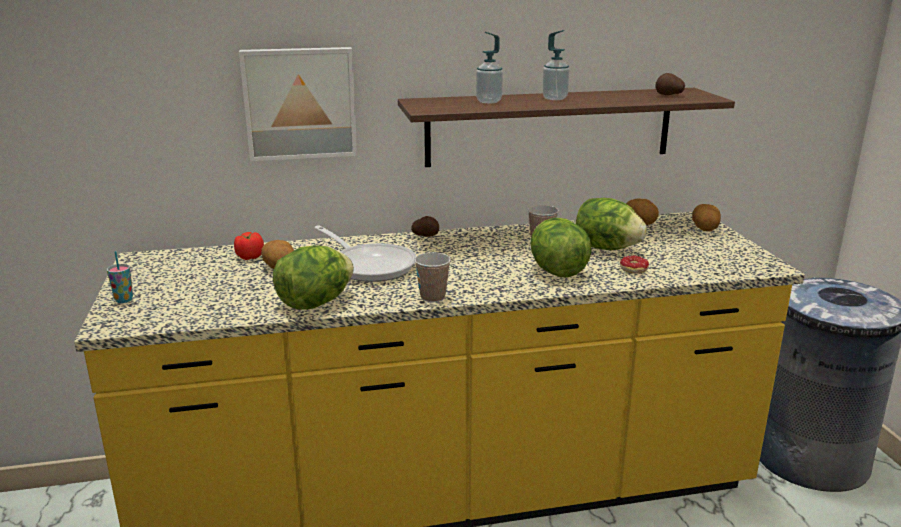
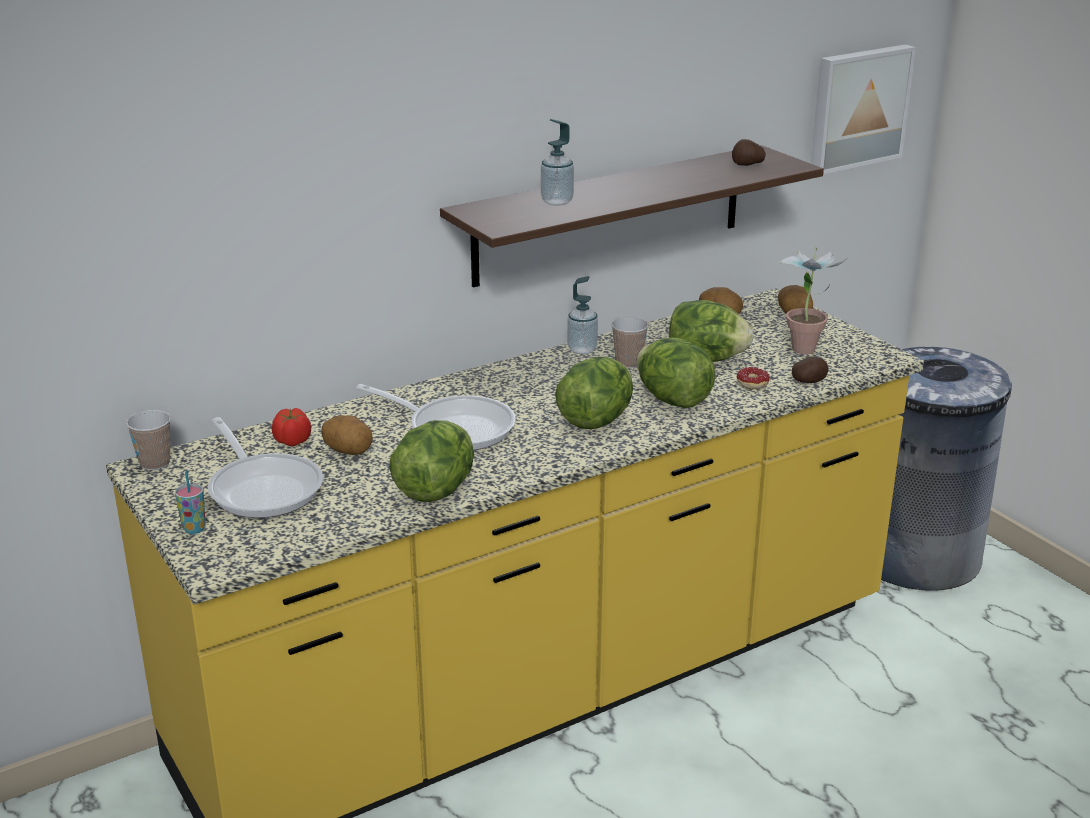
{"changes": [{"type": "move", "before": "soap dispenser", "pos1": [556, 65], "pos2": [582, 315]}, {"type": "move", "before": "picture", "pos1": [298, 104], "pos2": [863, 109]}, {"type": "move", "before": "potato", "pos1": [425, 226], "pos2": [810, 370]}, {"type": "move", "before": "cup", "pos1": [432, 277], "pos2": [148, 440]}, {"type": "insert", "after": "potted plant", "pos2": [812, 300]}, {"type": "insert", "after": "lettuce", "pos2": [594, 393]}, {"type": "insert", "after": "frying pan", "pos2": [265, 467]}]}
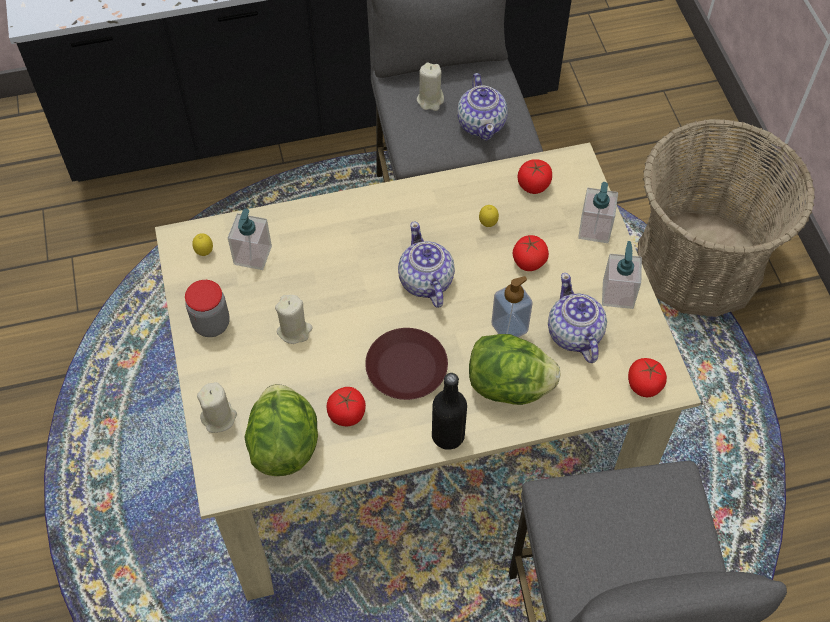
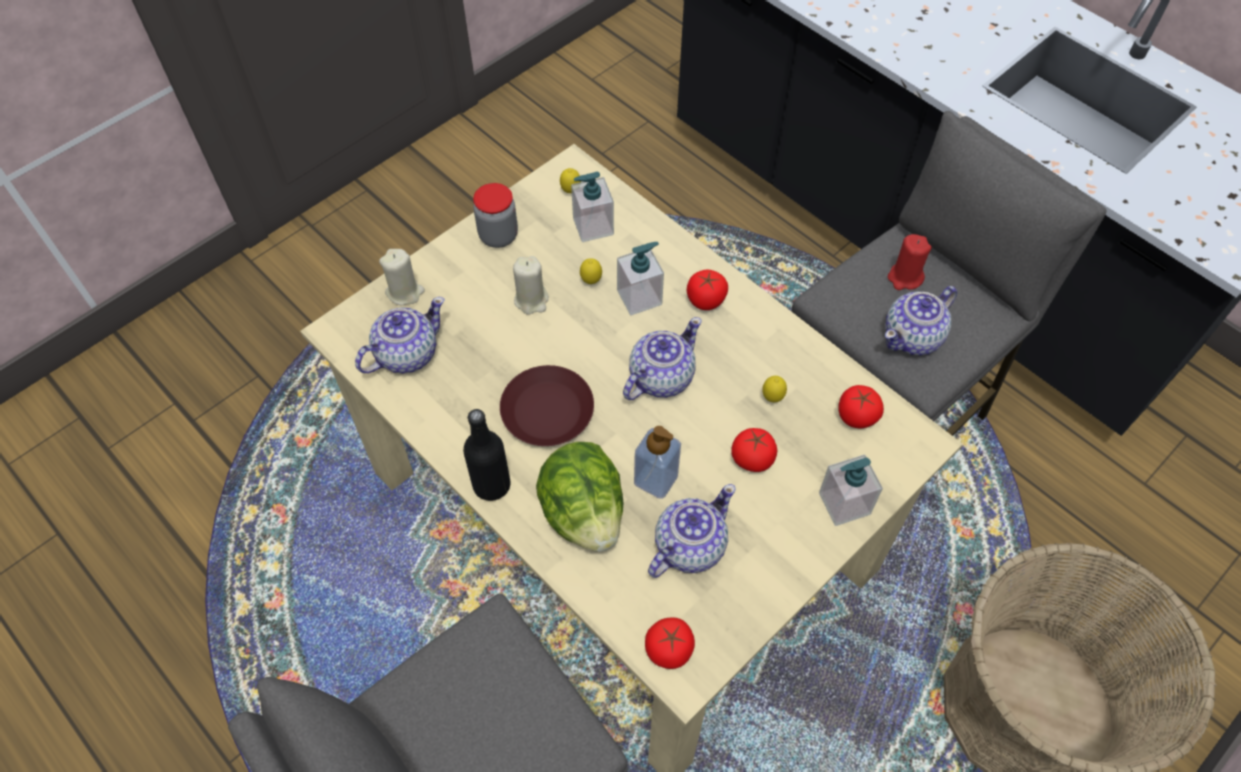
{"changes": [{"type": "recolor", "before": "beige candle", "after": "red candle", "pos1": [430, 87], "pos2": [910, 262]}, {"type": "move", "before": "soap dispenser", "pos1": [622, 275], "pos2": [640, 278]}, {"type": "replace", "before": "lettuce", "after": "teapot", "pos1": [281, 430], "pos2": [399, 335]}, {"type": "move", "before": "tomato", "pos1": [346, 406], "pos2": [707, 289]}, {"type": "insert", "after": "lemon", "pos2": [591, 271]}]}
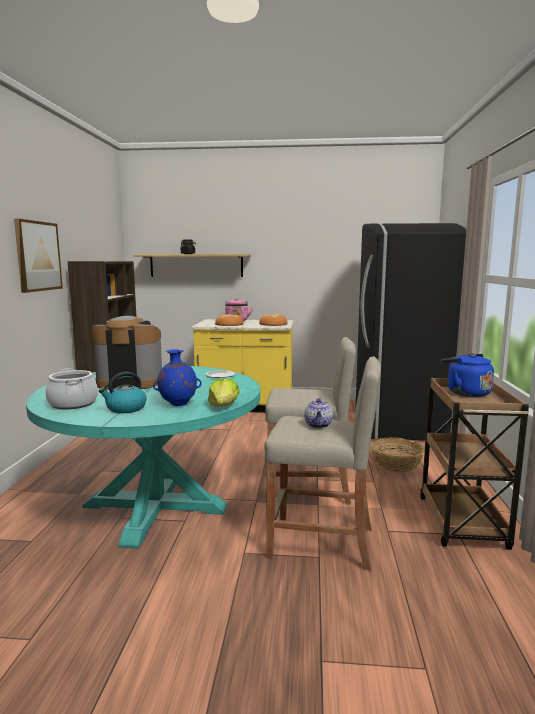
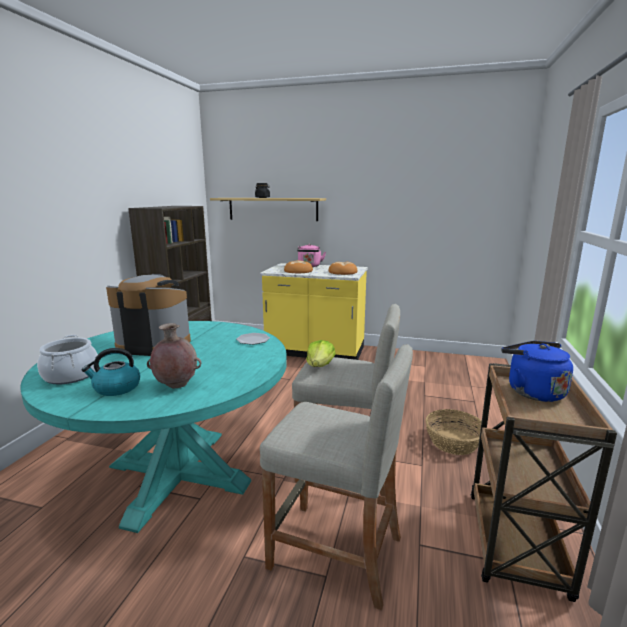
{"changes": [{"type": "delete", "before": "picture", "pos1": [38, 256]}, {"type": "delete", "before": "black fridge", "pos1": [410, 332]}, {"type": "recolor", "before": "blue vase", "after": "brown vase", "pos1": [177, 377], "pos2": [174, 355]}, {"type": "move", "before": "lettuce", "pos1": [223, 392], "pos2": [321, 353]}, {"type": "delete", "before": "teapot", "pos1": [318, 413]}]}
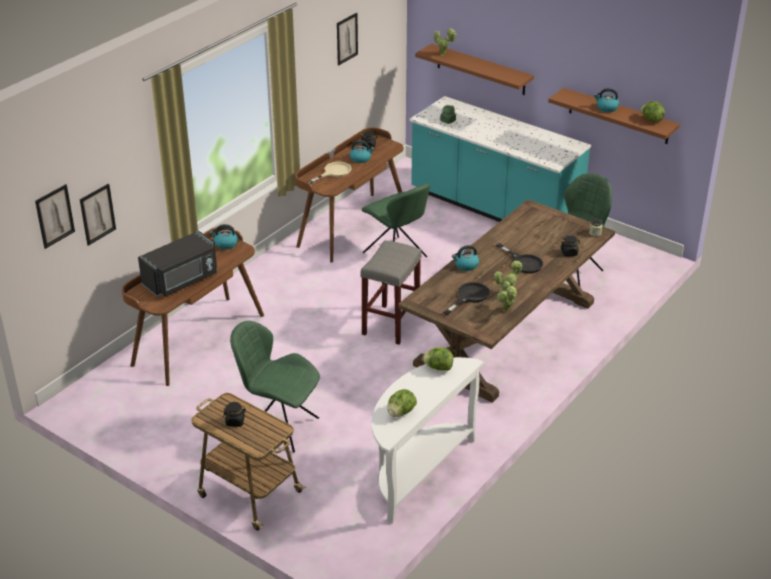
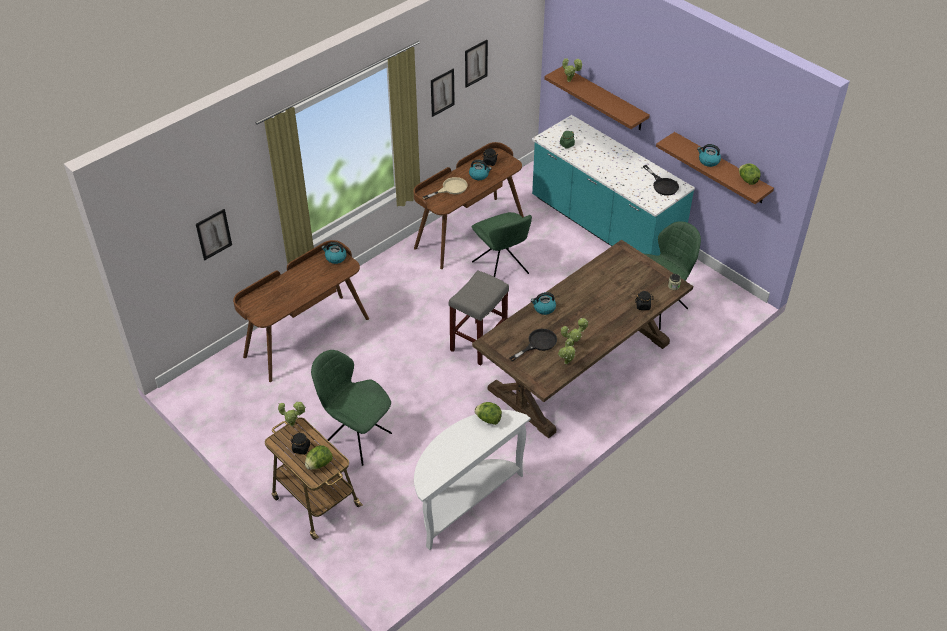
{"changes": [{"type": "move", "before": "picture", "pos1": [55, 216], "pos2": [443, 93]}, {"type": "delete", "before": "black microwave", "pos1": [177, 264]}, {"type": "move", "before": "black frying pan", "pos1": [519, 258], "pos2": [661, 180]}, {"type": "move", "before": "lettuce", "pos1": [402, 403], "pos2": [319, 457]}, {"type": "insert", "after": "potted plant", "pos2": [292, 413]}]}
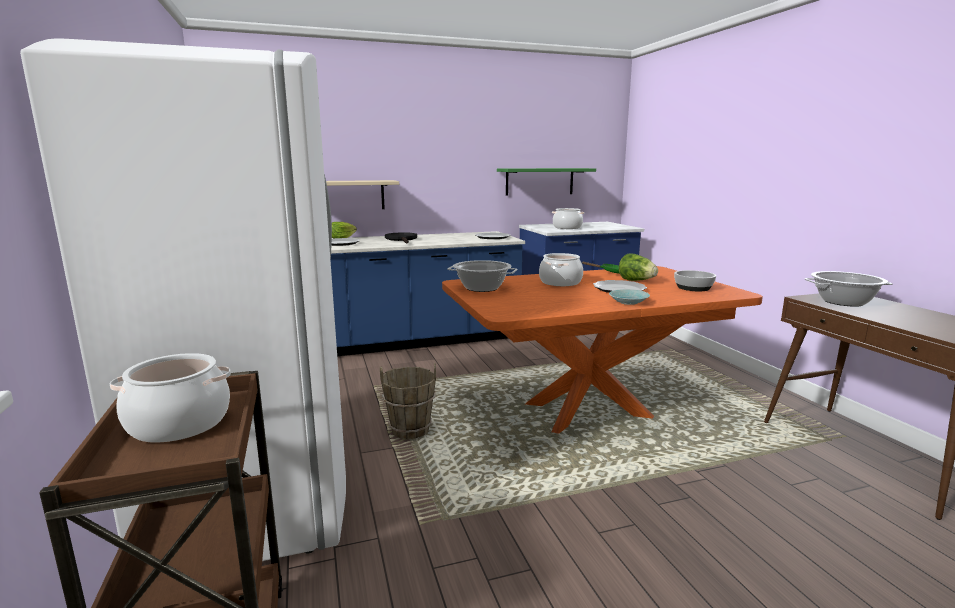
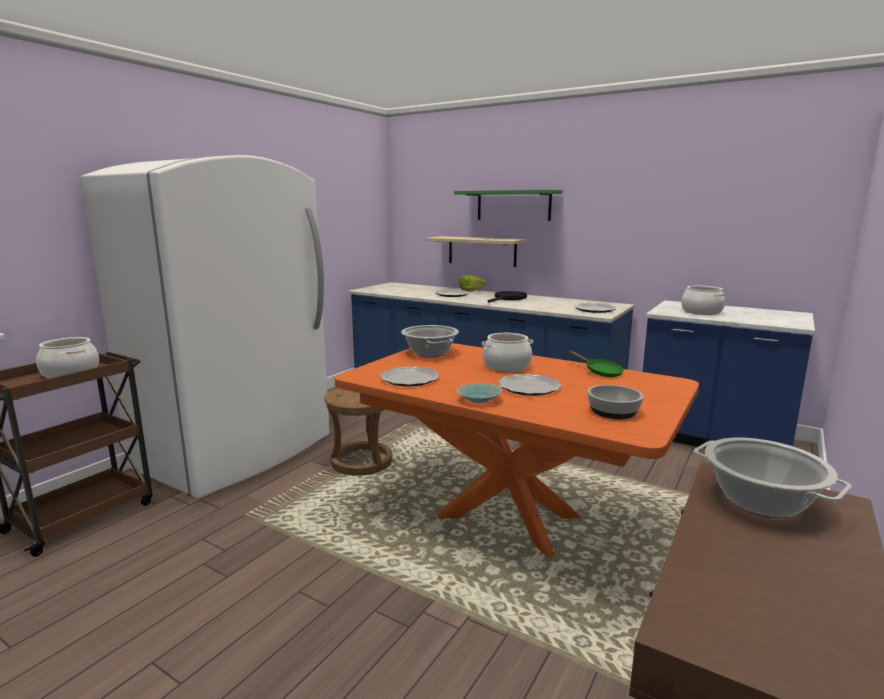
{"changes": [{"type": "move", "before": "green shelf", "pos1": [546, 182], "pos2": [508, 205]}, {"type": "delete", "before": "lettuce", "pos1": [638, 267]}, {"type": "replace", "before": "brown bucket", "after": "brown stool", "pos1": [408, 401], "pos2": [358, 432]}, {"type": "insert", "after": "plate", "pos2": [410, 376]}]}
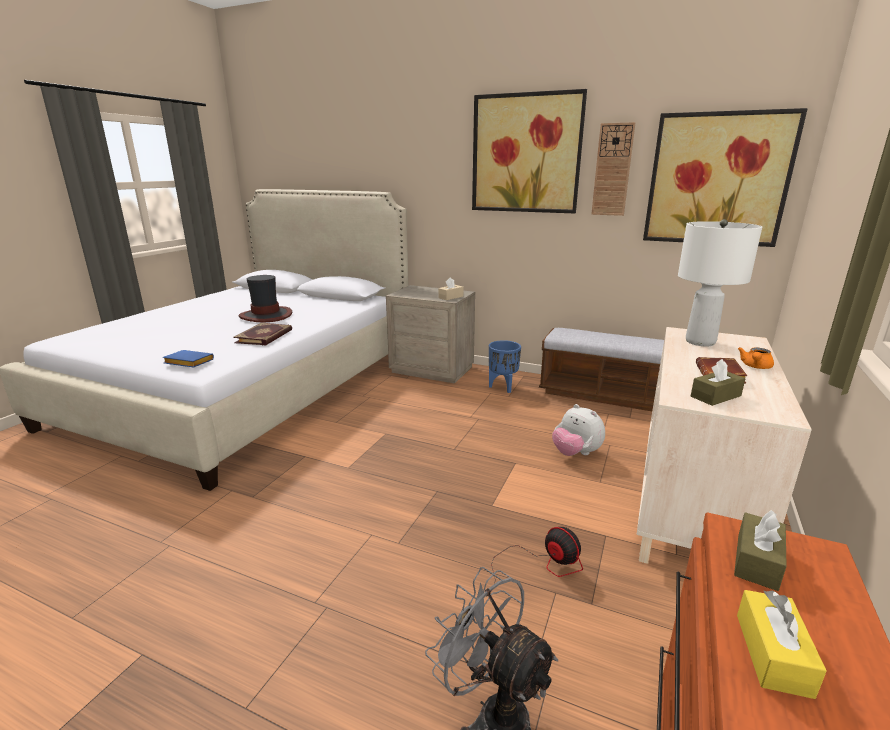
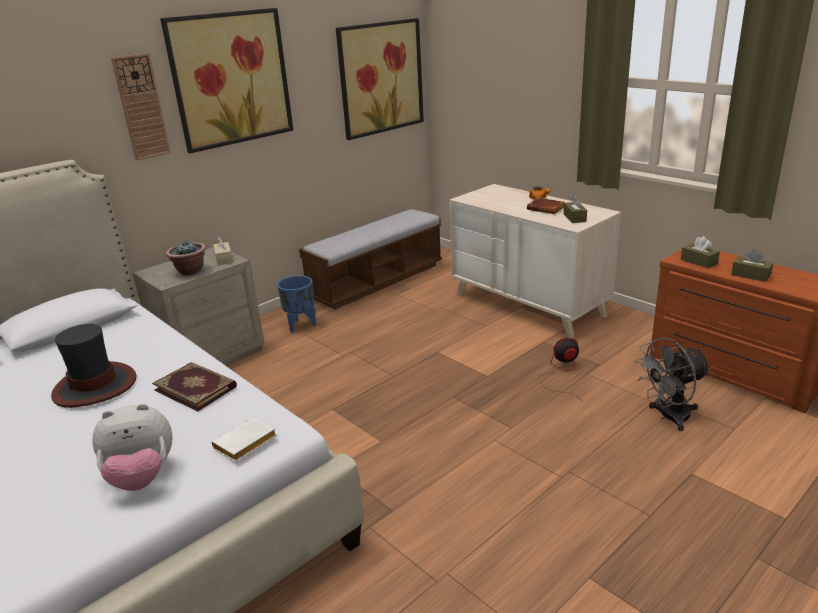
{"changes": [{"type": "move", "before": "wall clock", "pos1": [613, 169], "pos2": [141, 106]}, {"type": "delete", "before": "white table lamp", "pos1": [720, 282]}, {"type": "recolor", "before": "blue book", "after": "white book", "pos1": [188, 359], "pos2": [244, 439]}, {"type": "move", "before": "plush toy", "pos1": [578, 430], "pos2": [132, 447]}, {"type": "recolor", "before": "yellow tissue box", "after": "brown tissue box", "pos1": [782, 644], "pos2": [752, 266]}, {"type": "insert", "after": "potted plant", "pos2": [186, 258]}]}
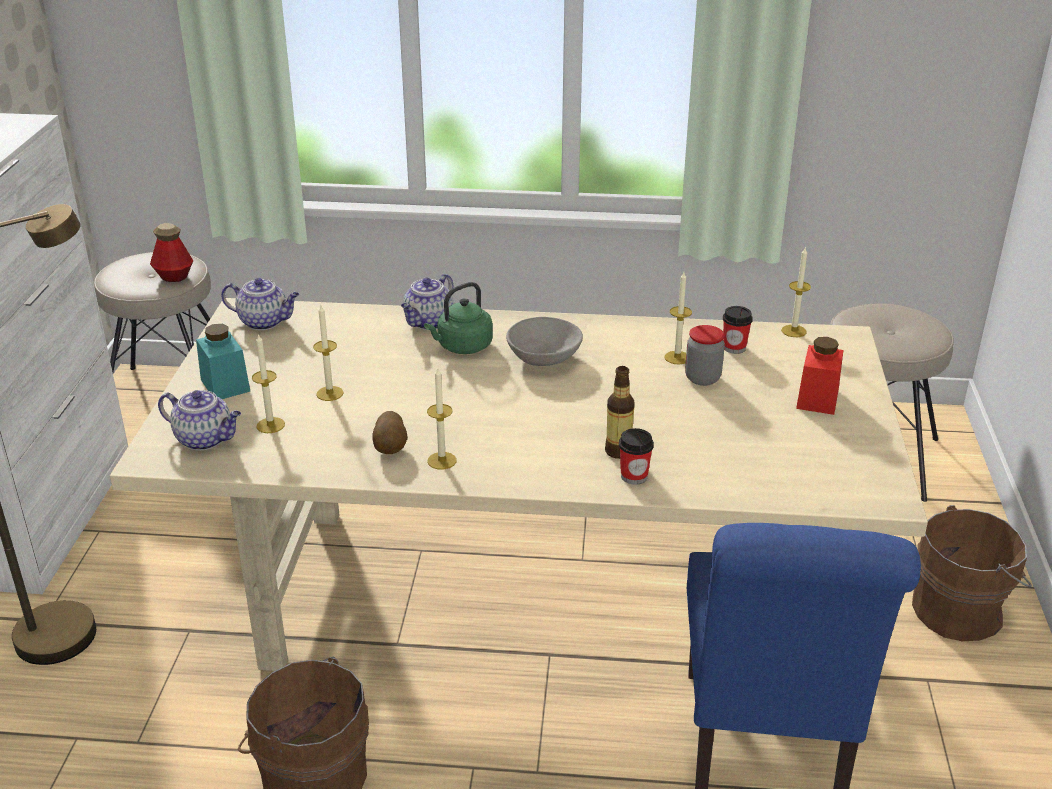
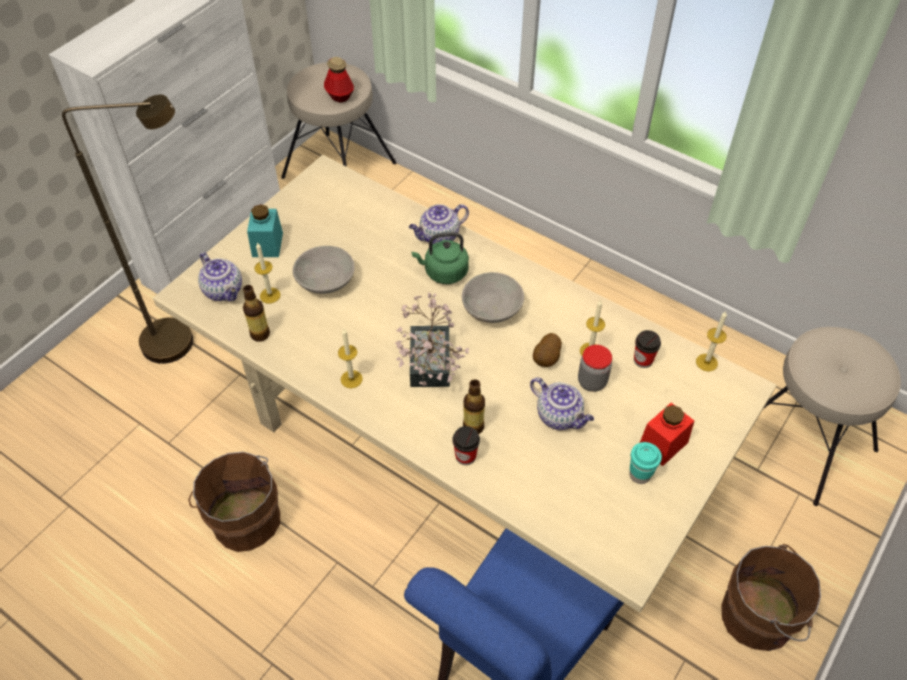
{"changes": [{"type": "move", "before": "teapot", "pos1": [260, 304], "pos2": [562, 404]}, {"type": "replace", "before": "candle", "after": "grey bowl", "pos1": [328, 353], "pos2": [324, 270]}, {"type": "move", "before": "potato", "pos1": [389, 432], "pos2": [547, 350]}, {"type": "insert", "after": "bottle", "pos2": [256, 313]}, {"type": "insert", "after": "potted plant", "pos2": [432, 340]}, {"type": "insert", "after": "turquoise cup", "pos2": [645, 463]}]}
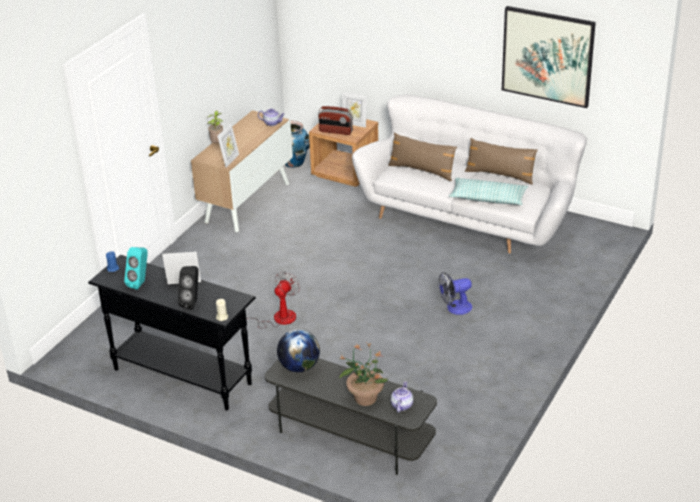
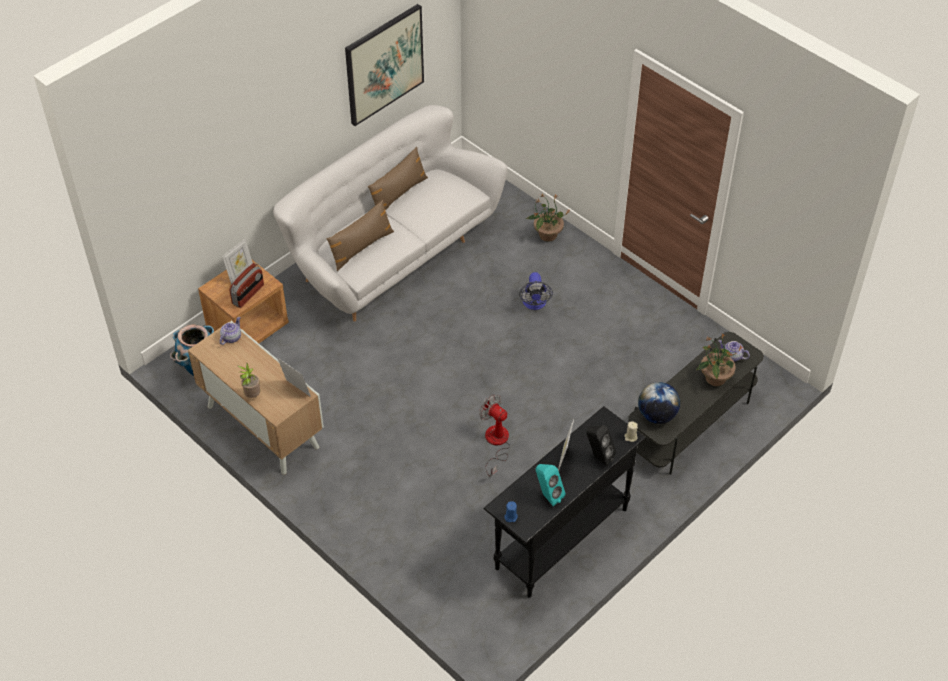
{"changes": [{"type": "delete", "before": "pillow", "pos1": [488, 191]}, {"type": "insert", "after": "potted plant", "pos2": [547, 217]}]}
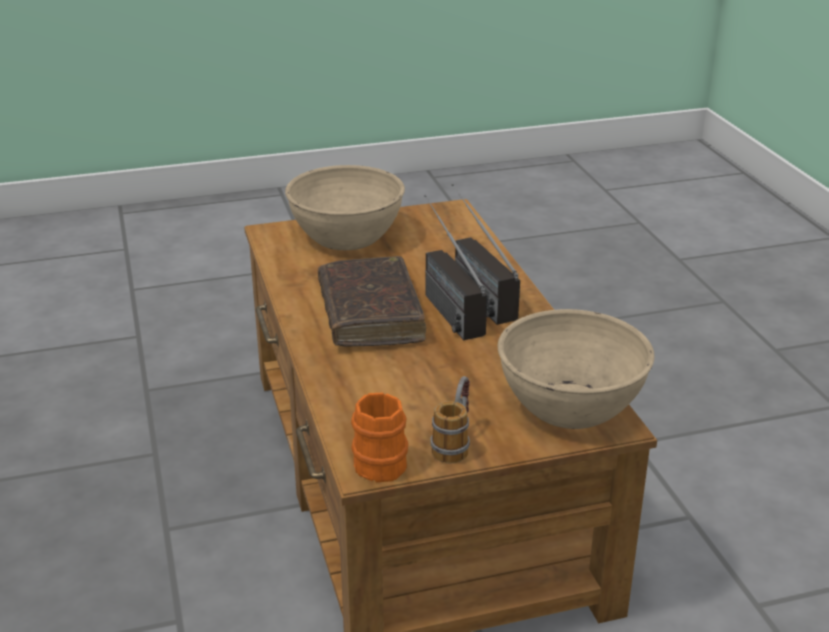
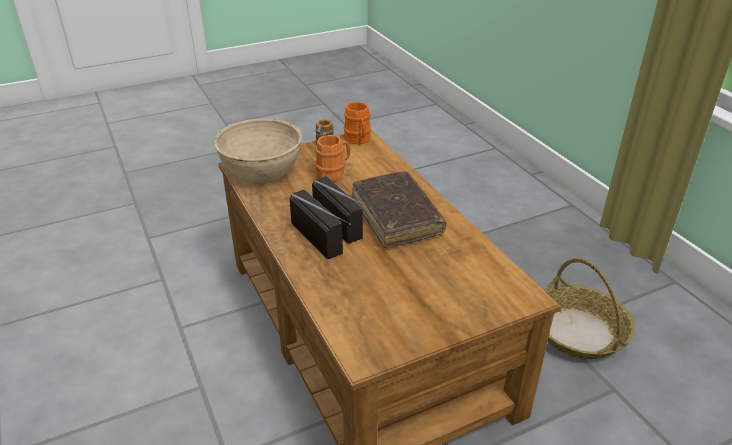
{"changes": [{"type": "delete", "before": "beige bowl", "pos1": [345, 207]}, {"type": "insert", "after": "orange mug", "pos2": [332, 158]}, {"type": "insert", "after": "basket", "pos2": [589, 308]}]}
